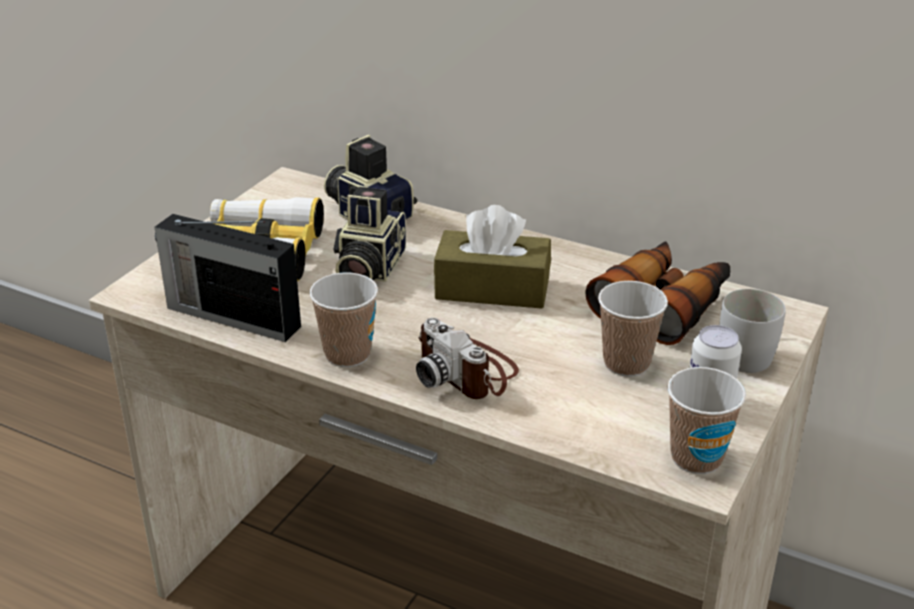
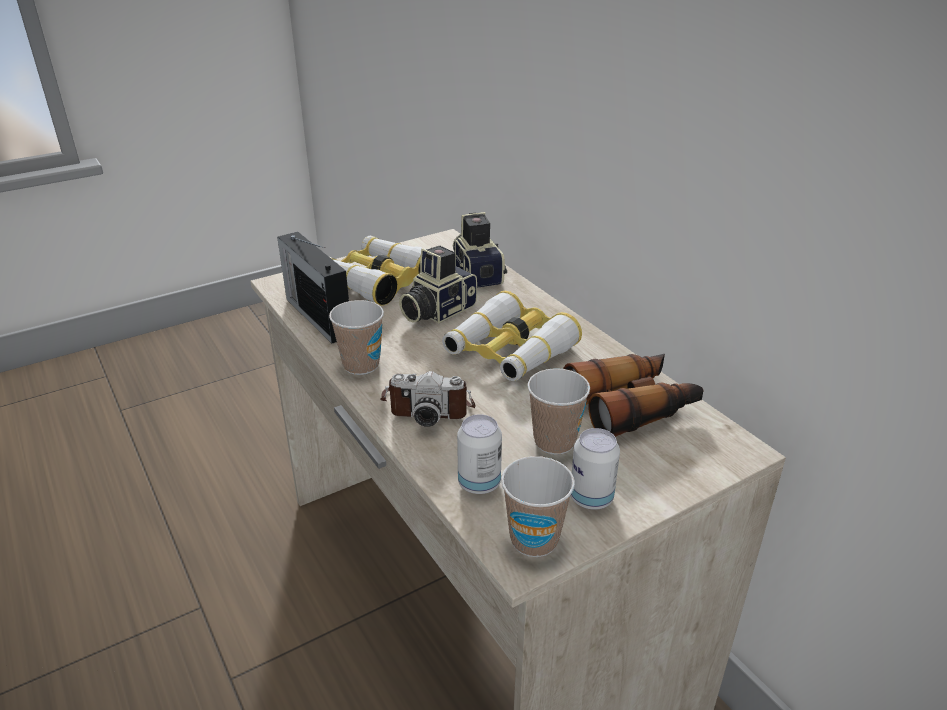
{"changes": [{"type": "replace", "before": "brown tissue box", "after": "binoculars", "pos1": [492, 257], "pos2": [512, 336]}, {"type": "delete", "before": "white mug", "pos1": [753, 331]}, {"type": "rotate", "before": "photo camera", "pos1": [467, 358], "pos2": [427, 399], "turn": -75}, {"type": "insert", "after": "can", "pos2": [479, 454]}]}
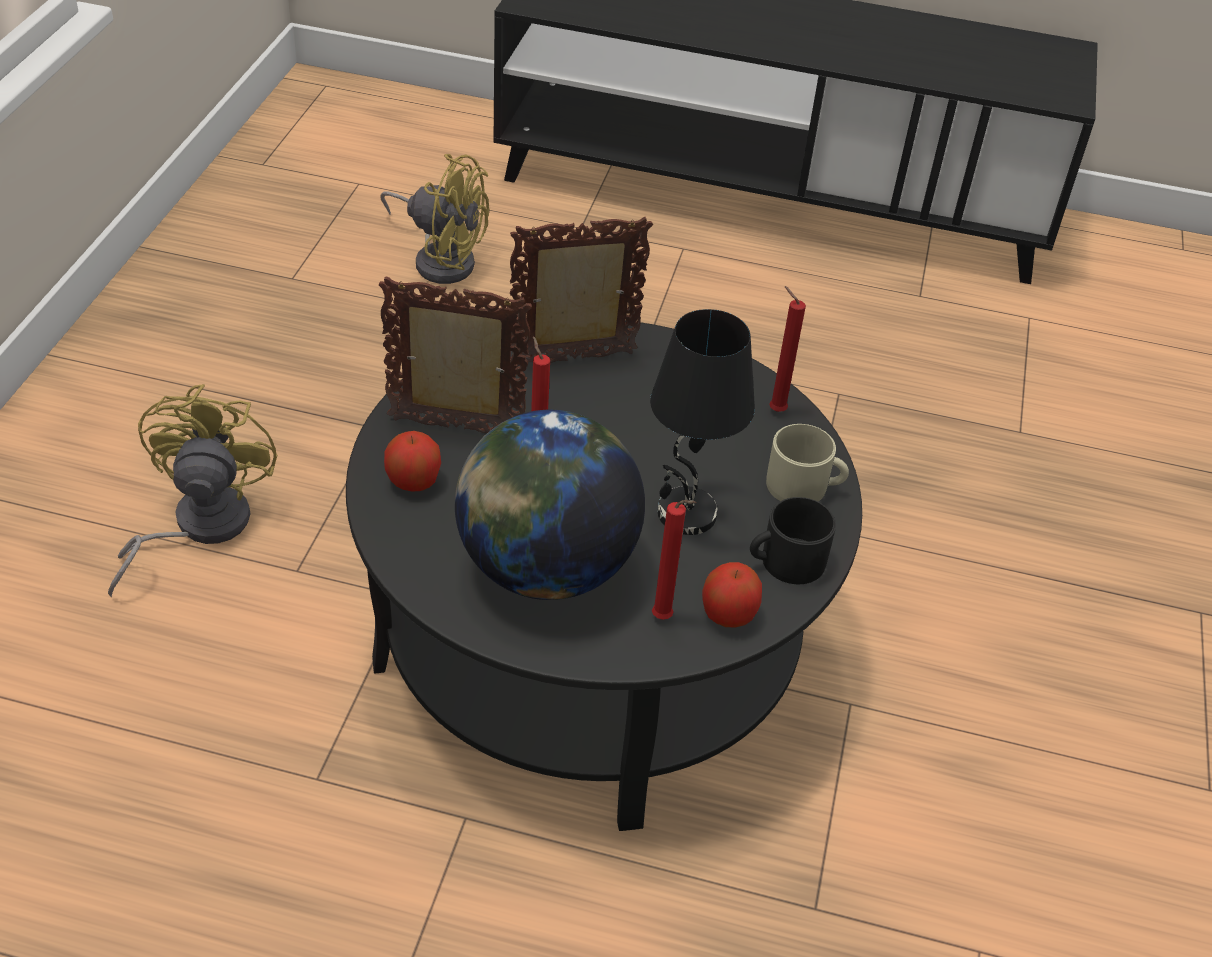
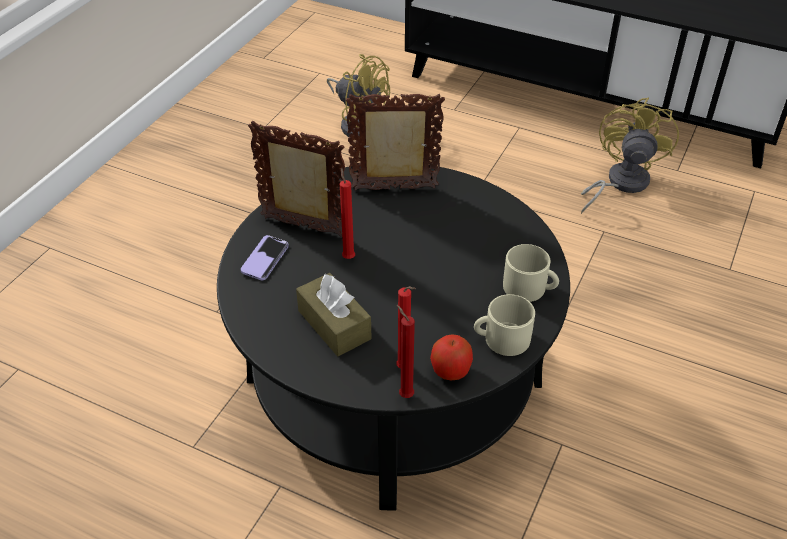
{"changes": [{"type": "move", "before": "red candle", "pos1": [787, 349], "pos2": [406, 351]}, {"type": "delete", "before": "black table lamp", "pos1": [702, 422]}, {"type": "move", "before": "yellow fan", "pos1": [193, 490], "pos2": [630, 156]}, {"type": "replace", "before": "globe", "after": "brown tissue box", "pos1": [550, 505], "pos2": [334, 314]}, {"type": "replace", "before": "apple", "after": "phone", "pos1": [412, 461], "pos2": [265, 257]}, {"type": "recolor", "before": "black mug", "after": "beige mug", "pos1": [793, 540], "pos2": [504, 325]}]}
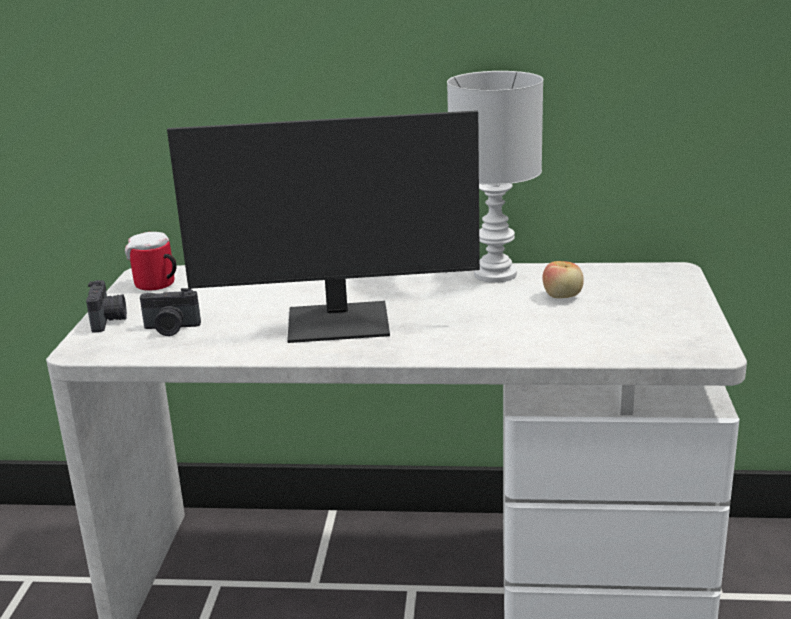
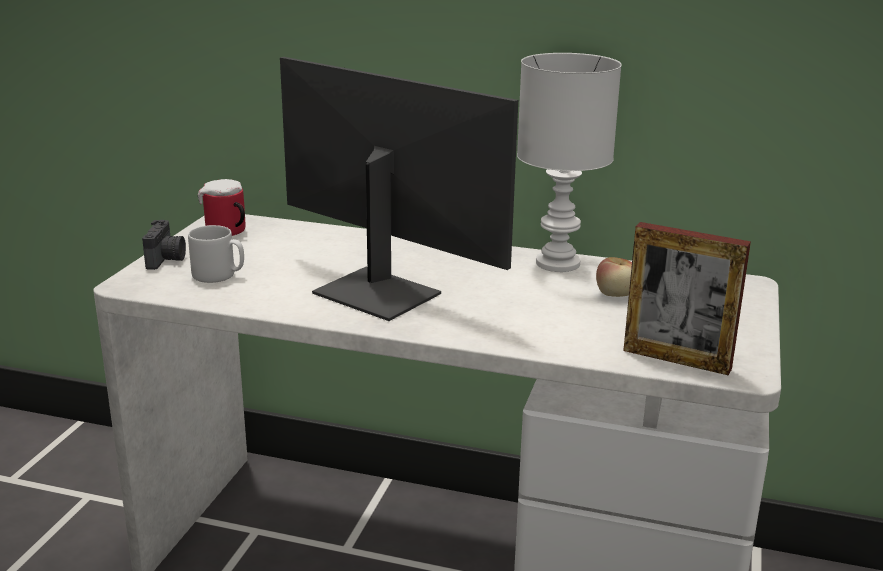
{"changes": [{"type": "rotate", "before": "monitor", "pos1": [323, 226], "pos2": [399, 189], "turn": -150}, {"type": "replace", "before": "photo camera", "after": "grey mug", "pos1": [170, 312], "pos2": [216, 254]}, {"type": "insert", "after": "picture frame", "pos2": [687, 299]}]}
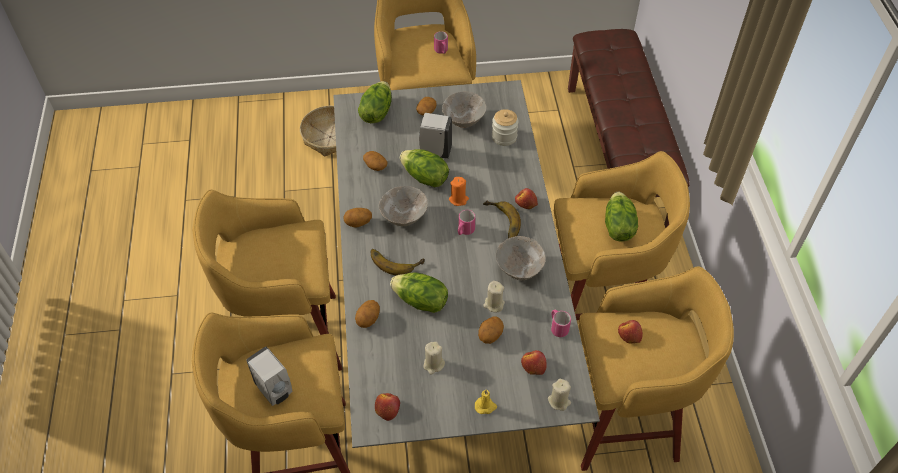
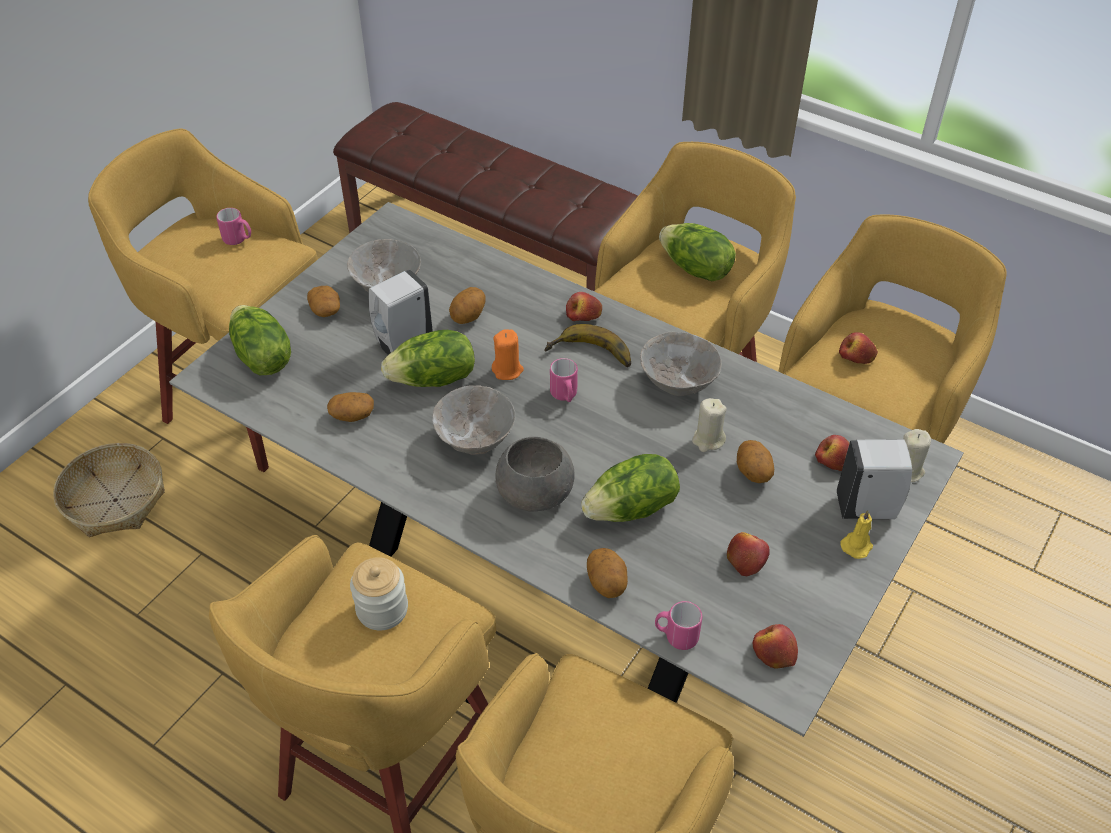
{"changes": [{"type": "move", "before": "jar", "pos1": [505, 127], "pos2": [379, 593]}, {"type": "move", "before": "potato", "pos1": [357, 218], "pos2": [467, 305]}, {"type": "replace", "before": "banana", "after": "grey bowl", "pos1": [398, 262], "pos2": [535, 474]}, {"type": "move", "before": "pink mug", "pos1": [561, 323], "pos2": [678, 625]}, {"type": "replace", "before": "beige candle", "after": "apple", "pos1": [434, 358], "pos2": [748, 554]}, {"type": "move", "before": "white soap dispenser", "pos1": [269, 376], "pos2": [874, 479]}]}
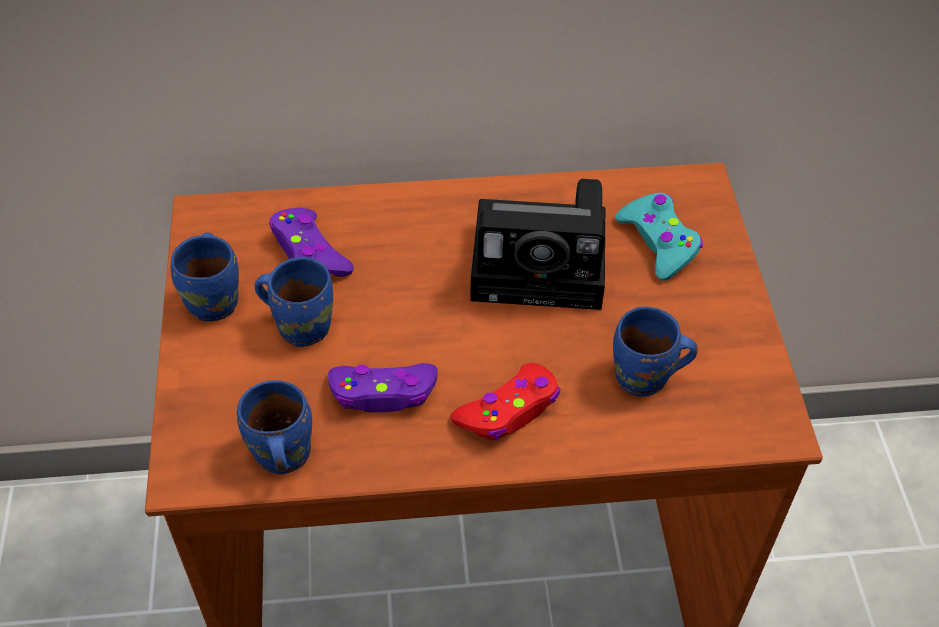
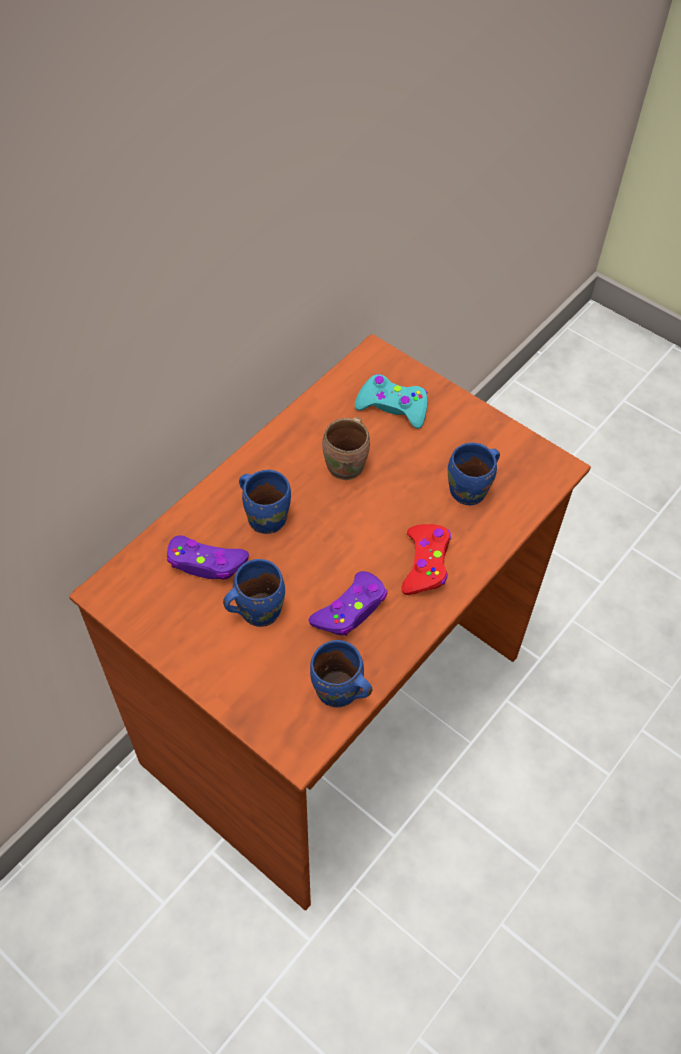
{"changes": [{"type": "replace", "before": "photo camera", "after": "brown mug", "pos1": [537, 244], "pos2": [346, 448]}, {"type": "move", "before": "blue mug", "pos1": [205, 277], "pos2": [265, 502]}]}
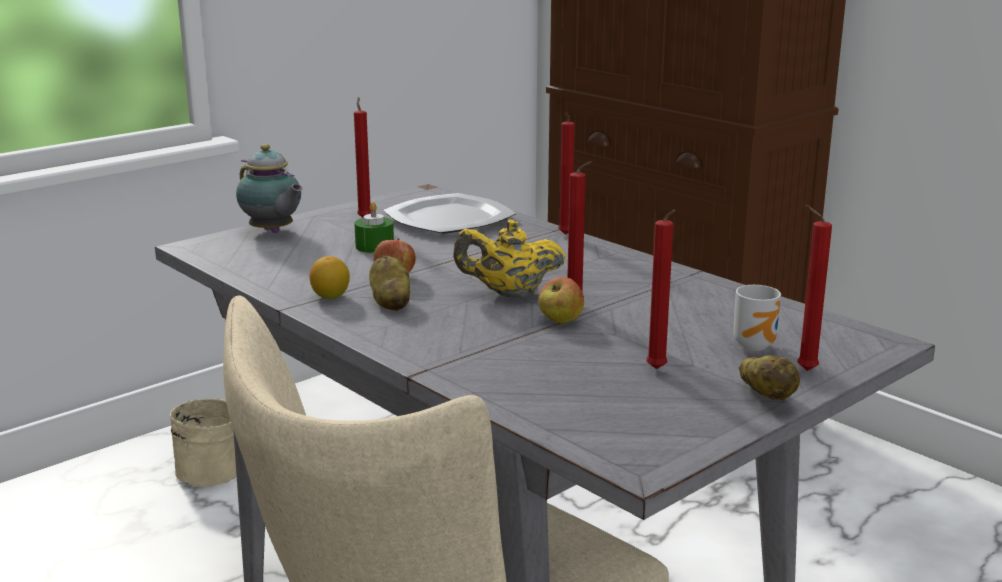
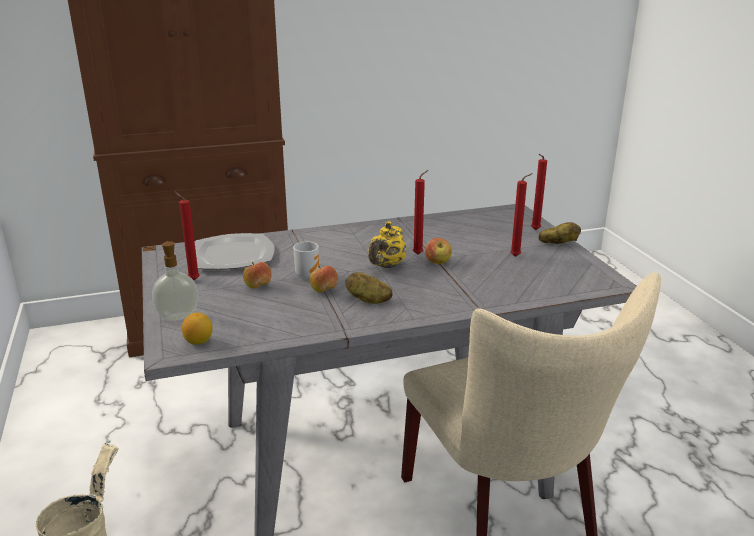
{"changes": [{"type": "delete", "before": "red candle", "pos1": [566, 174]}, {"type": "replace", "before": "teapot", "after": "soap dispenser", "pos1": [269, 188], "pos2": [175, 281]}, {"type": "replace", "before": "green candle", "after": "apple", "pos1": [374, 227], "pos2": [257, 275]}, {"type": "move", "before": "lemon", "pos1": [330, 277], "pos2": [197, 328]}, {"type": "move", "before": "mug", "pos1": [757, 318], "pos2": [306, 260]}]}
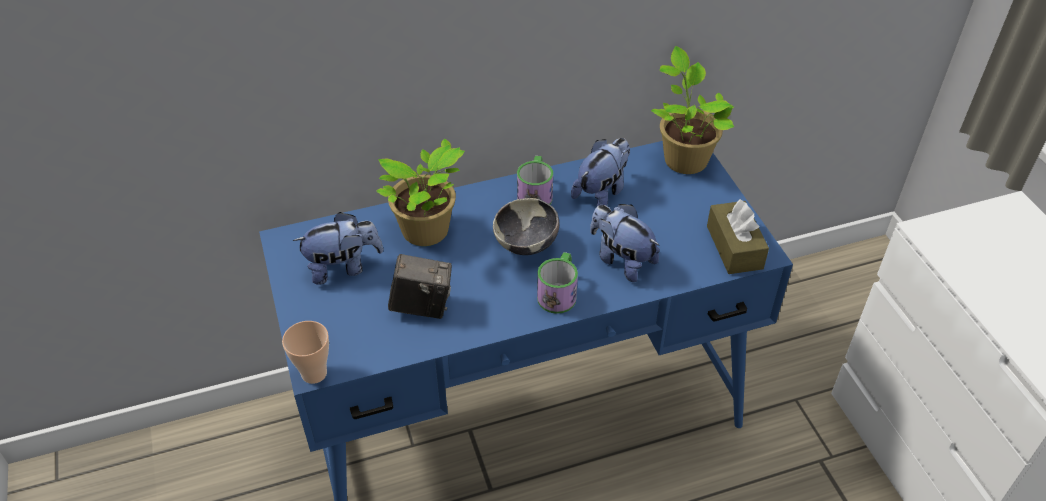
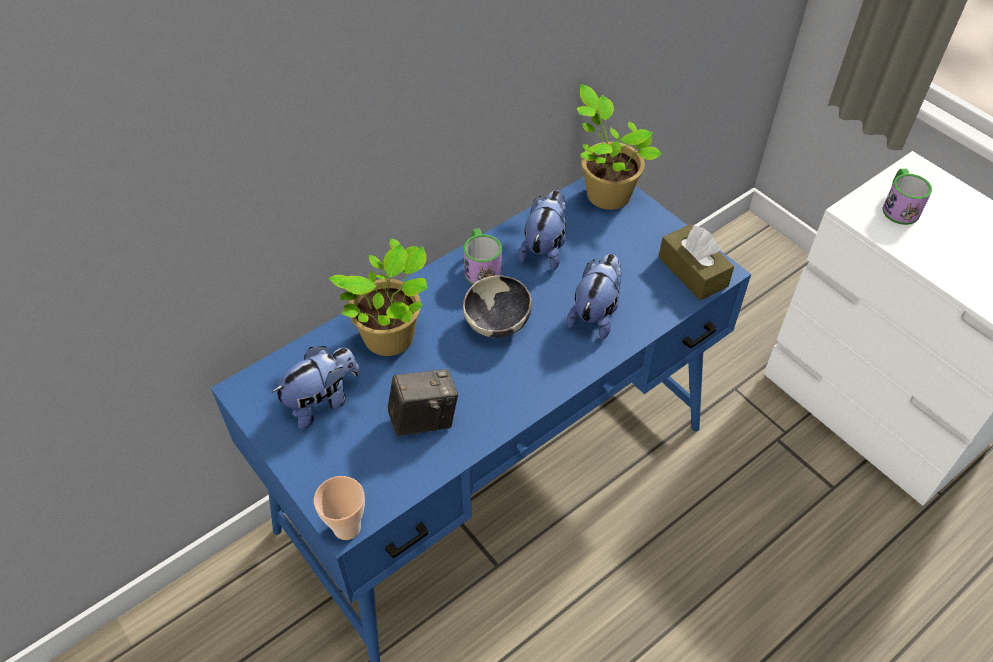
{"changes": [{"type": "rotate", "before": "plush toy", "pos1": [625, 243], "pos2": [594, 296], "turn": 90}, {"type": "move", "before": "mug", "pos1": [557, 283], "pos2": [907, 196]}]}
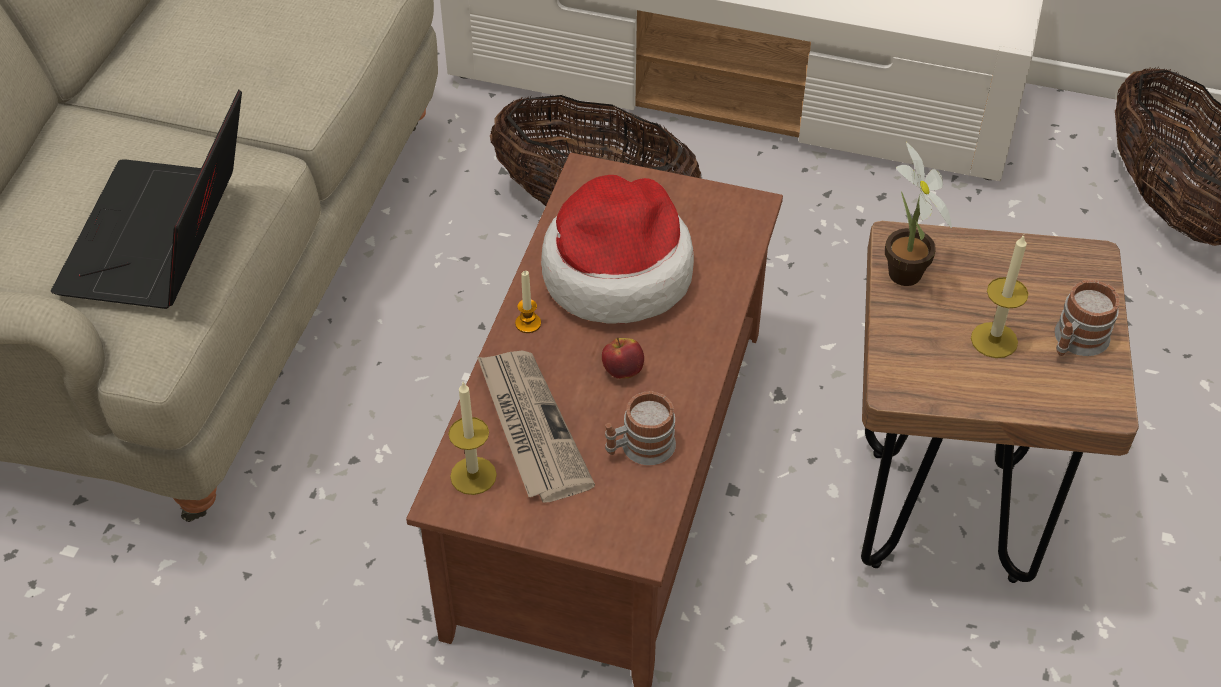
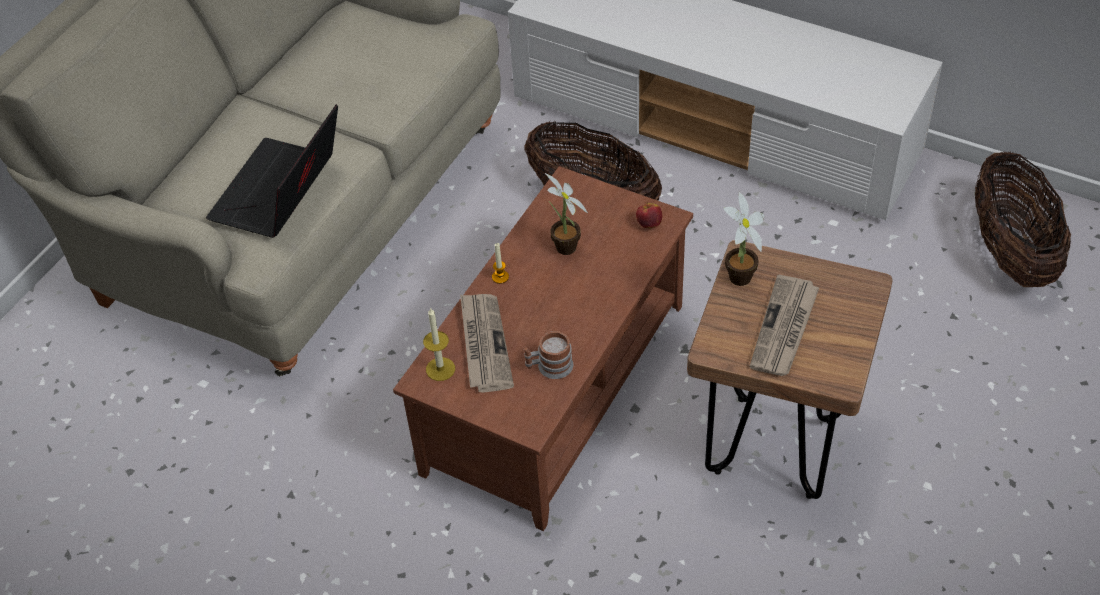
{"changes": [{"type": "replace", "before": "hat", "after": "potted plant", "pos1": [617, 249], "pos2": [566, 214]}, {"type": "replace", "before": "candle", "after": "newspaper", "pos1": [999, 296], "pos2": [785, 325]}, {"type": "delete", "before": "mug", "pos1": [1087, 318]}, {"type": "move", "before": "apple", "pos1": [623, 358], "pos2": [649, 215]}]}
